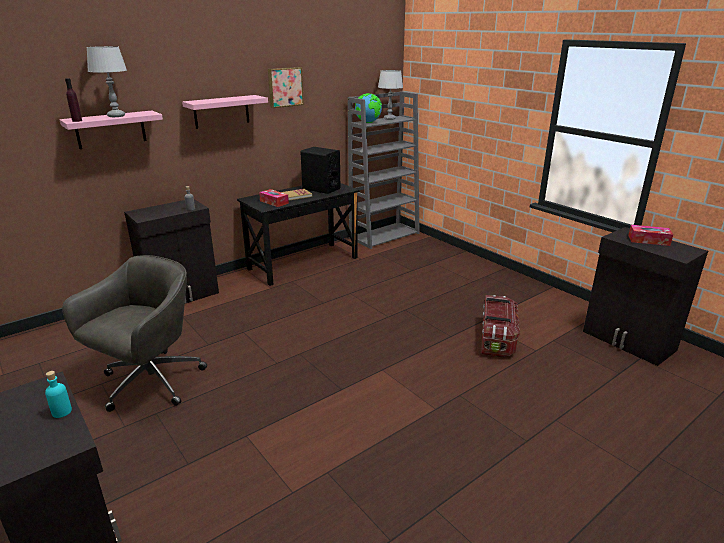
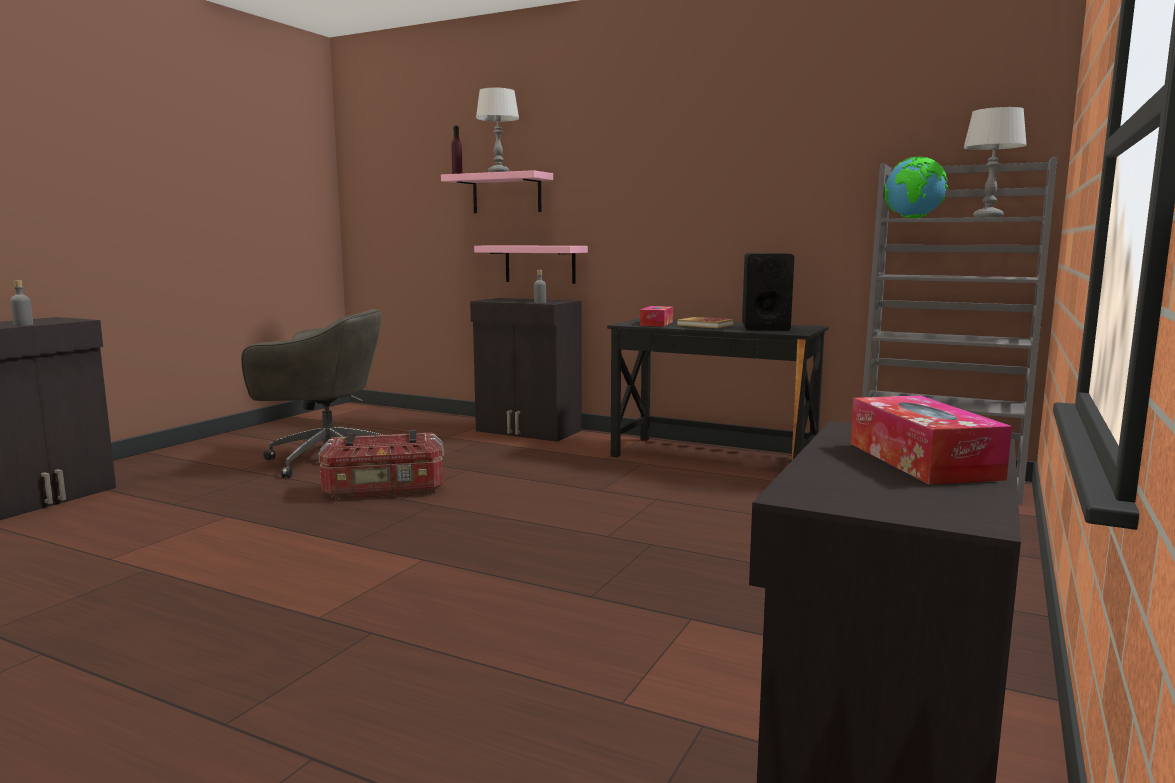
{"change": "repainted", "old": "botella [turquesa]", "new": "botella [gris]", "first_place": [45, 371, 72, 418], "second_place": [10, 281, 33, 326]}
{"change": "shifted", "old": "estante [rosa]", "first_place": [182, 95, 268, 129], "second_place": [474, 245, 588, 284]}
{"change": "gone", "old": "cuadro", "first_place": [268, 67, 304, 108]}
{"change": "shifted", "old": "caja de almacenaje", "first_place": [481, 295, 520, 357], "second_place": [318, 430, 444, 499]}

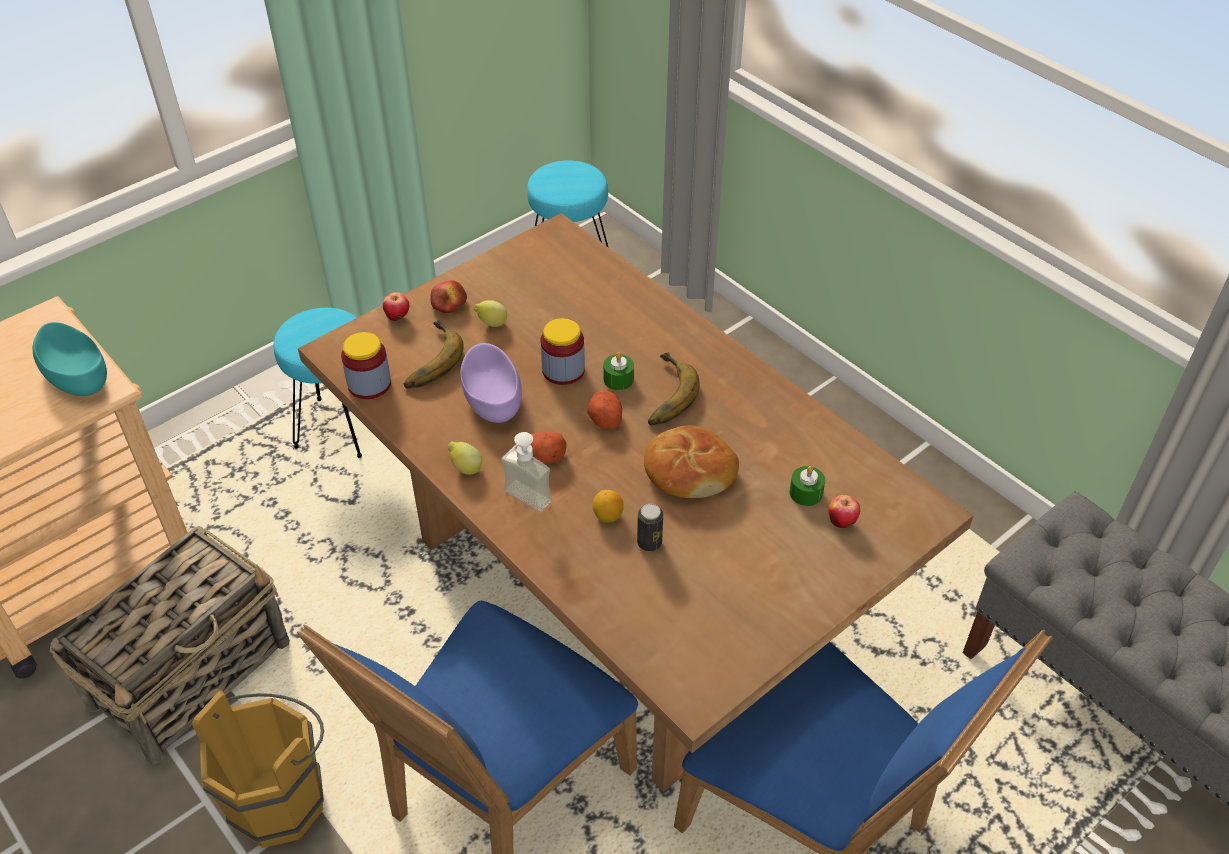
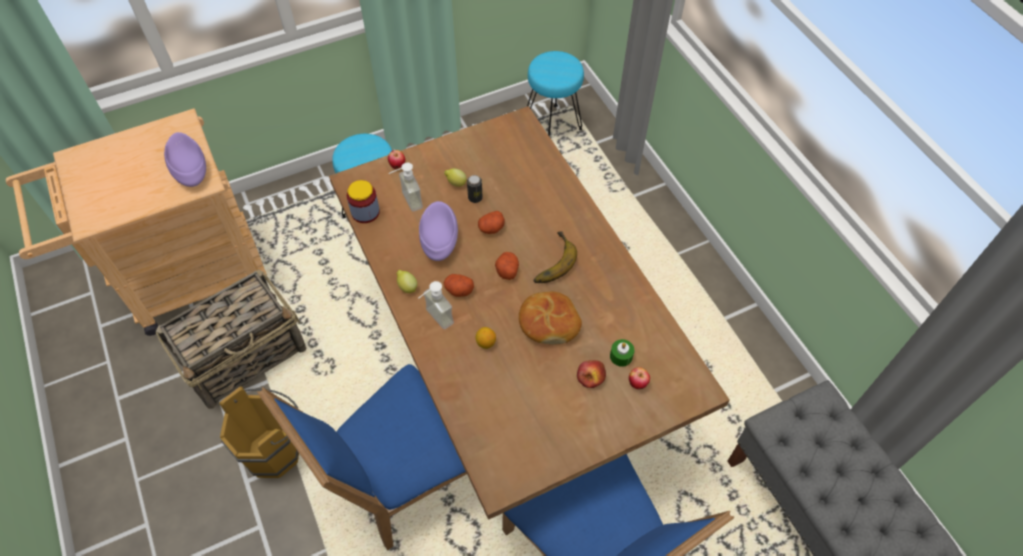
{"change": "repainted", "old": "cuenco [turquesa]", "new": "cuenco [morado]", "first_place": [33, 322, 107, 396], "second_place": [164, 132, 206, 187]}
{"change": "swapped", "old": "plátano", "new": "dispensador de jabón", "first_place": [404, 320, 464, 389], "second_place": [389, 162, 423, 212]}
{"change": "shifted", "old": "manzana", "first_place": [430, 280, 467, 313], "second_place": [577, 360, 606, 388]}
{"change": "swapped", "old": "tarro", "new": "patata", "first_place": [540, 318, 585, 385], "second_place": [478, 211, 505, 234]}
{"change": "gone", "old": "vela [verde]", "first_place": [603, 352, 634, 390]}
{"change": "shifted", "old": "lata", "first_place": [637, 504, 663, 551], "second_place": [467, 175, 483, 203]}

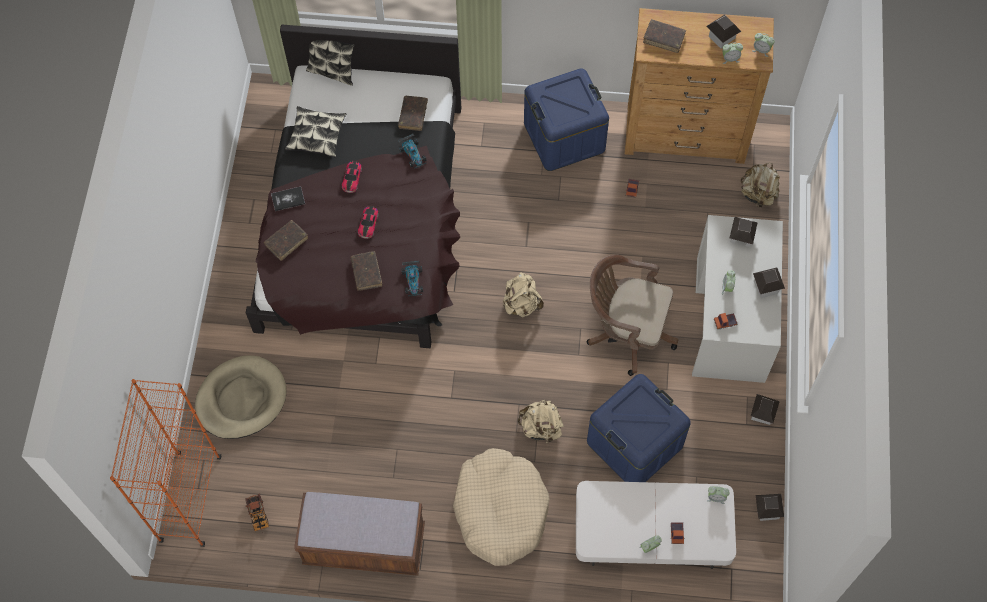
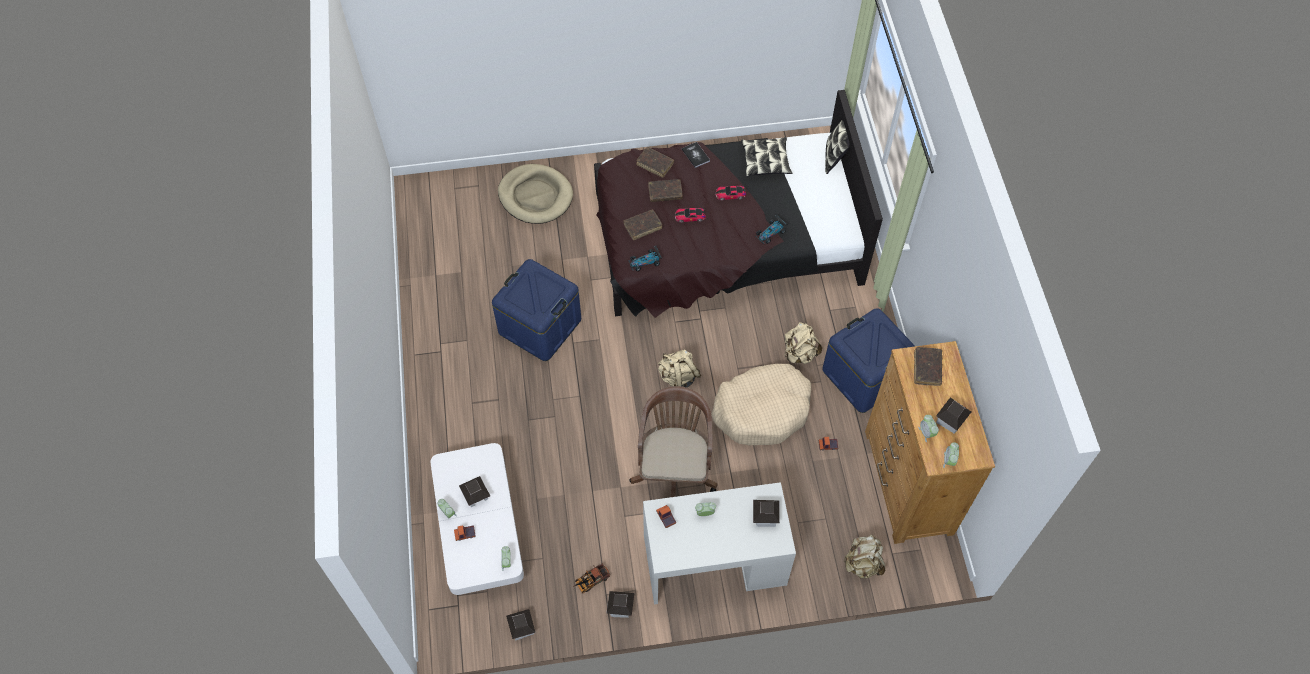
{"change": "gone", "old": "estantería [naranja]", "first_place": [110, 379, 221, 547]}
{"change": "shifted", "old": "camión de juguete", "first_place": [245, 494, 269, 533], "second_place": [574, 563, 610, 593]}
{"change": "gone", "old": "banco [marrón]", "first_place": [294, 492, 425, 576]}
{"change": "shifted", "old": "libro [marrón]", "first_place": [398, 96, 428, 131], "second_place": [648, 179, 683, 202]}
{"change": "shifted", "old": "cama para perro [beis]", "first_place": [453, 448, 550, 566], "second_place": [712, 364, 811, 445]}
{"change": "shifted", "old": "mochila [beis]", "first_place": [517, 400, 564, 443], "second_place": [785, 322, 822, 364]}
{"change": "shifted", "old": "caja de almacenaje [azul]", "first_place": [587, 374, 691, 482], "second_place": [492, 259, 581, 361]}
{"change": "shifted", "old": "casita", "first_place": [753, 267, 785, 298], "second_place": [459, 476, 490, 507]}

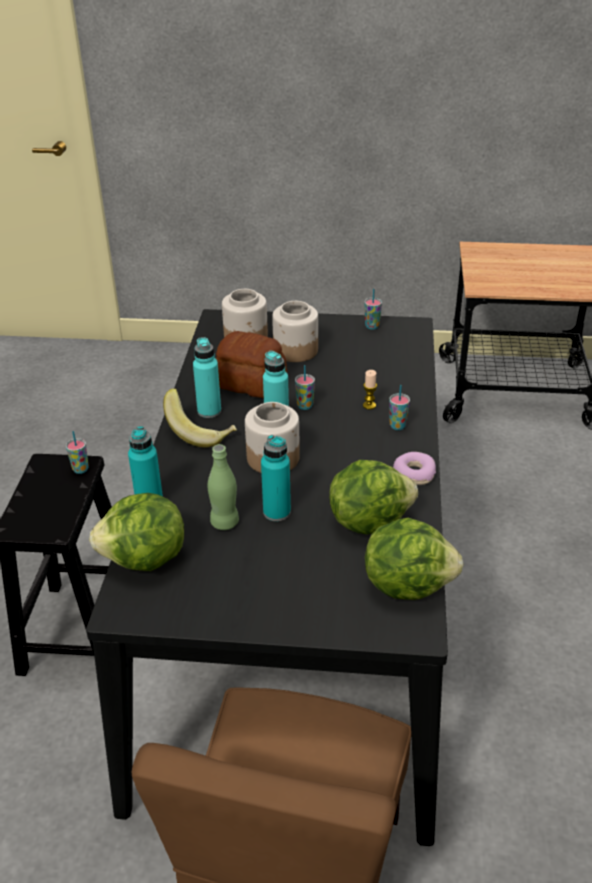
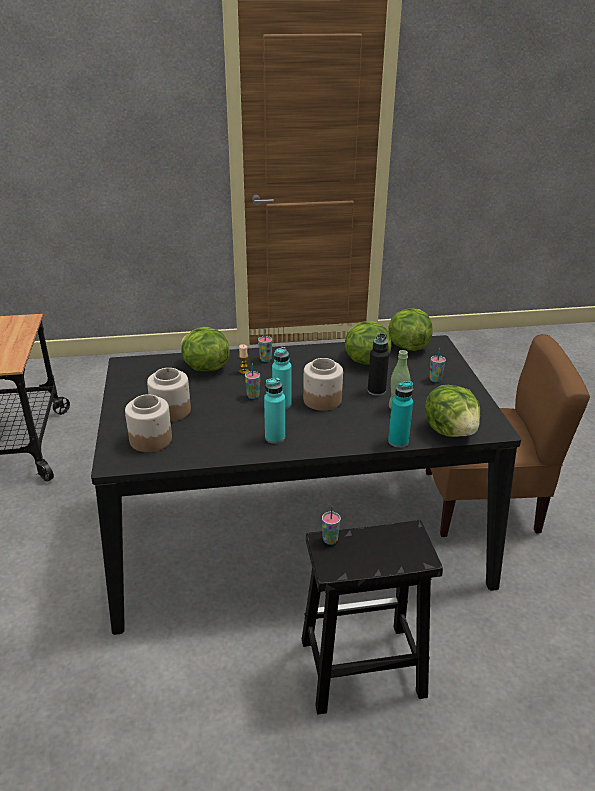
{"change": "gone", "old": "plátano", "first_place": [163, 388, 237, 448]}
{"change": "gone", "old": "pan", "first_place": [216, 331, 287, 398]}
{"change": "repainted", "old": "botella [turquesa]", "new": "botella [negro]", "first_place": [261, 435, 291, 521], "second_place": [368, 333, 389, 396]}
{"change": "shifted", "old": "taza", "first_place": [364, 289, 382, 330], "second_place": [430, 348, 446, 382]}
{"change": "gone", "old": "rosquilla", "first_place": [393, 452, 436, 485]}
{"change": "new", "new": "lechuga", "second_place": [181, 327, 230, 371]}

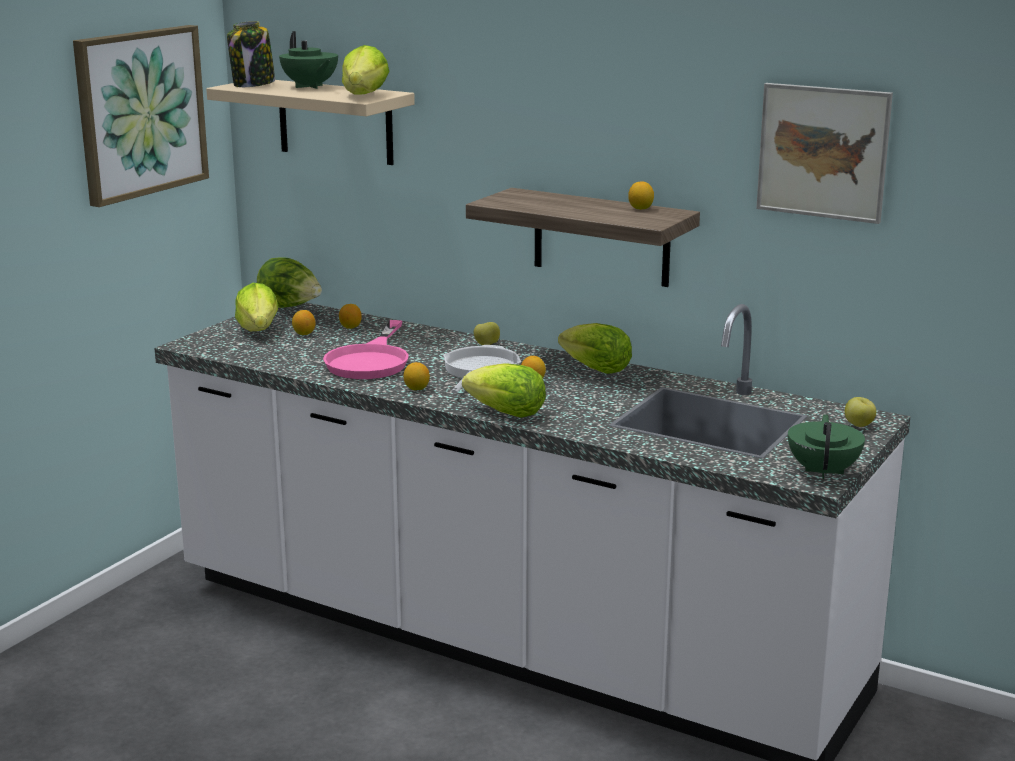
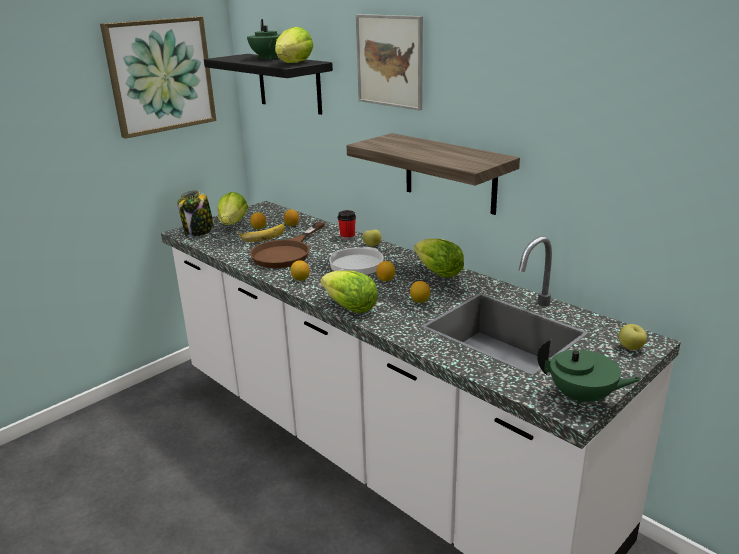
{"change": "repainted", "old": "estante [beis]", "new": "estante [negro]", "first_place": [206, 80, 415, 165], "second_place": [204, 54, 333, 115]}
{"change": "shifted", "old": "tarro", "first_place": [227, 21, 275, 87], "second_place": [177, 190, 215, 237]}
{"change": "gone", "old": "lechuga", "first_place": [257, 257, 322, 308]}
{"change": "repainted", "old": "sartén [rosa]", "new": "sartén [marrón]", "first_place": [323, 320, 409, 379], "second_place": [250, 222, 325, 268]}
{"change": "shifted", "old": "limón", "first_place": [628, 181, 654, 210], "second_place": [410, 281, 430, 303]}
{"change": "shifted", "old": "cuadro", "first_place": [756, 83, 893, 224], "second_place": [356, 14, 423, 111]}
{"change": "rotated", "old": "tetera [verde]", "first_place": [788, 414, 865, 479], "second_place": [537, 339, 642, 407], "degrees": 90}
{"change": "new", "new": "plátano", "second_place": [238, 224, 285, 242]}
{"change": "new", "new": "taza", "second_place": [338, 210, 356, 240]}

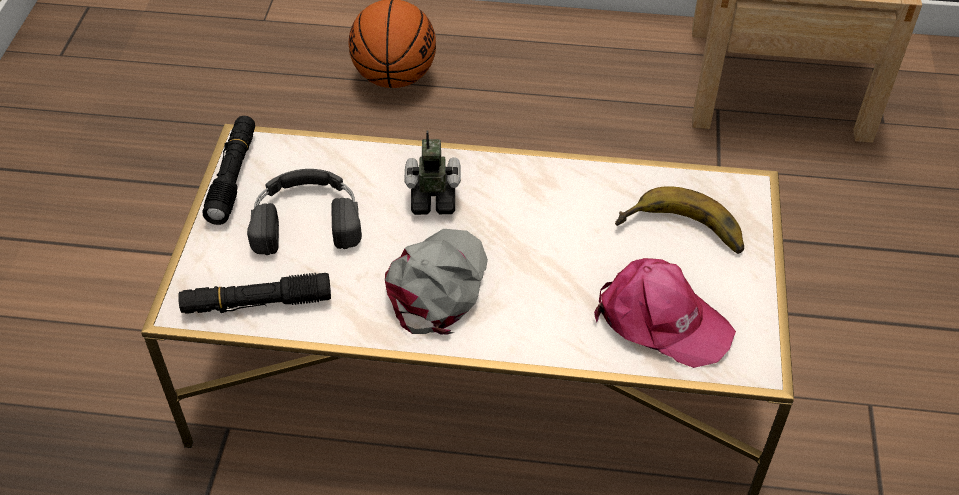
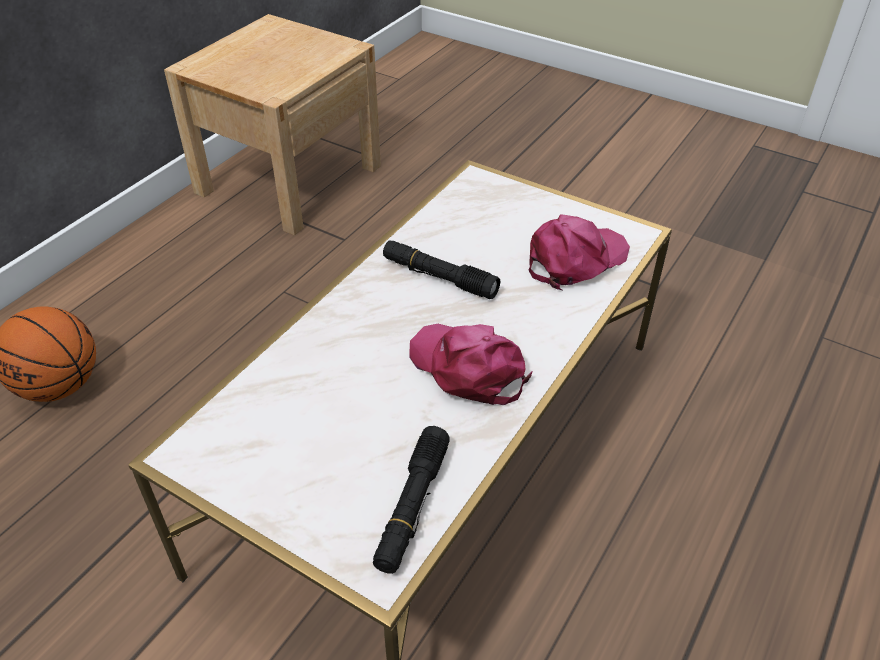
{"change": "shifted", "old": "linterna [negro]", "first_place": [202, 116, 255, 225], "second_place": [383, 241, 500, 299]}
{"change": "gone", "old": "auriculares [negro]", "first_place": [247, 169, 362, 255]}
{"change": "repainted", "old": "gorra [gris]", "new": "gorra [rosa]", "first_place": [385, 229, 488, 335], "second_place": [409, 324, 533, 405]}
{"change": "gone", "old": "robot de juguete", "first_place": [404, 130, 461, 215]}
{"change": "gone", "old": "plátano", "first_place": [615, 187, 744, 254]}

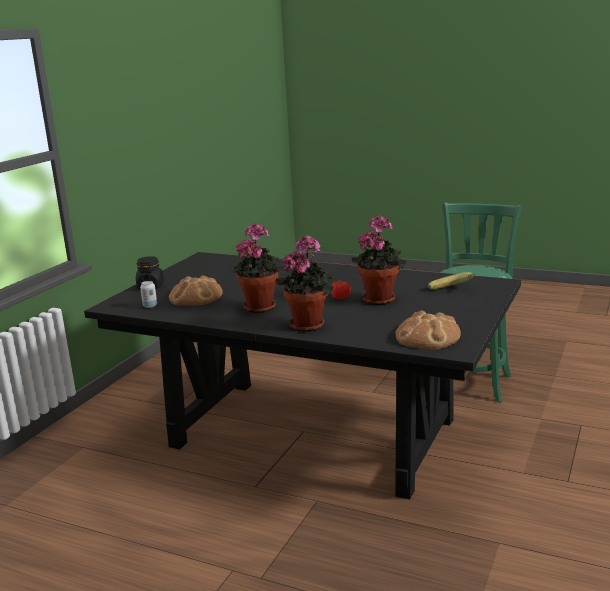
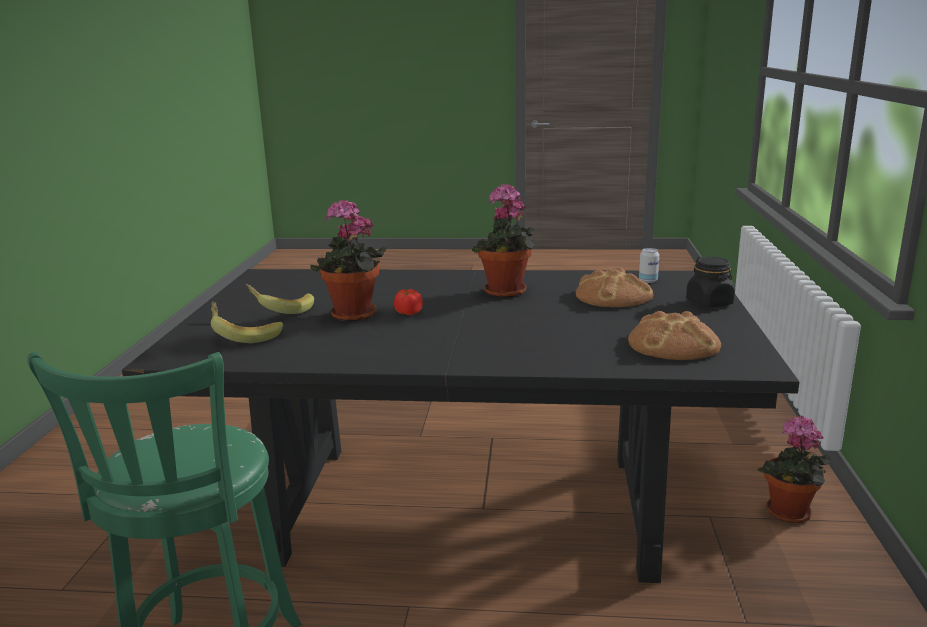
{"change": "shifted", "old": "planta en maceta", "first_place": [275, 235, 333, 331], "second_place": [757, 416, 830, 523]}
{"change": "shifted", "old": "pan", "first_place": [395, 310, 461, 349], "second_place": [628, 311, 721, 360]}
{"change": "new", "new": "plátano", "second_place": [246, 284, 314, 314]}

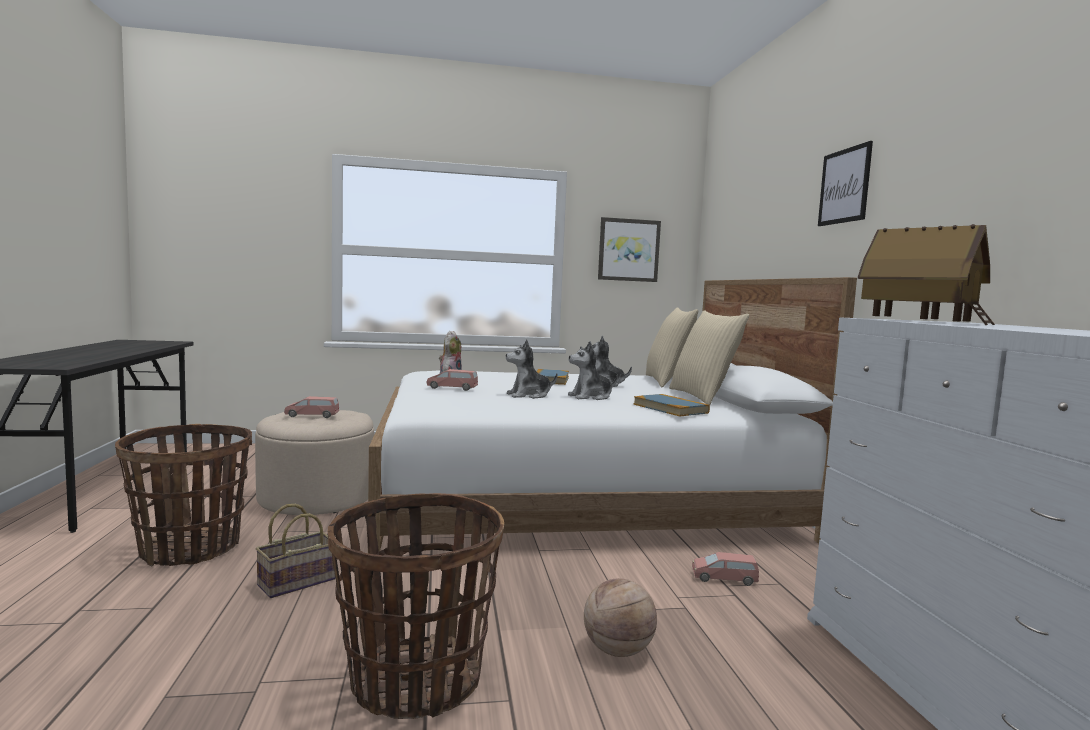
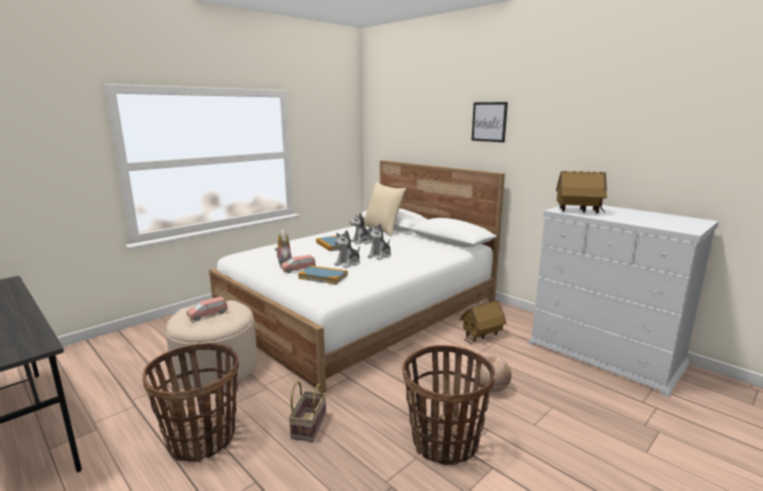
{"change": "gone", "old": "cuadro", "first_place": [598, 217, 661, 282]}
{"change": "shifted", "old": "libro", "first_place": [634, 394, 710, 416], "second_place": [298, 265, 348, 284]}
{"change": "gone", "old": "cojín [beis]", "first_place": [669, 310, 749, 405]}
{"change": "swapped", "old": "coche de juguete [rosa]", "new": "casita", "first_place": [692, 552, 759, 586], "second_place": [460, 301, 506, 345]}

